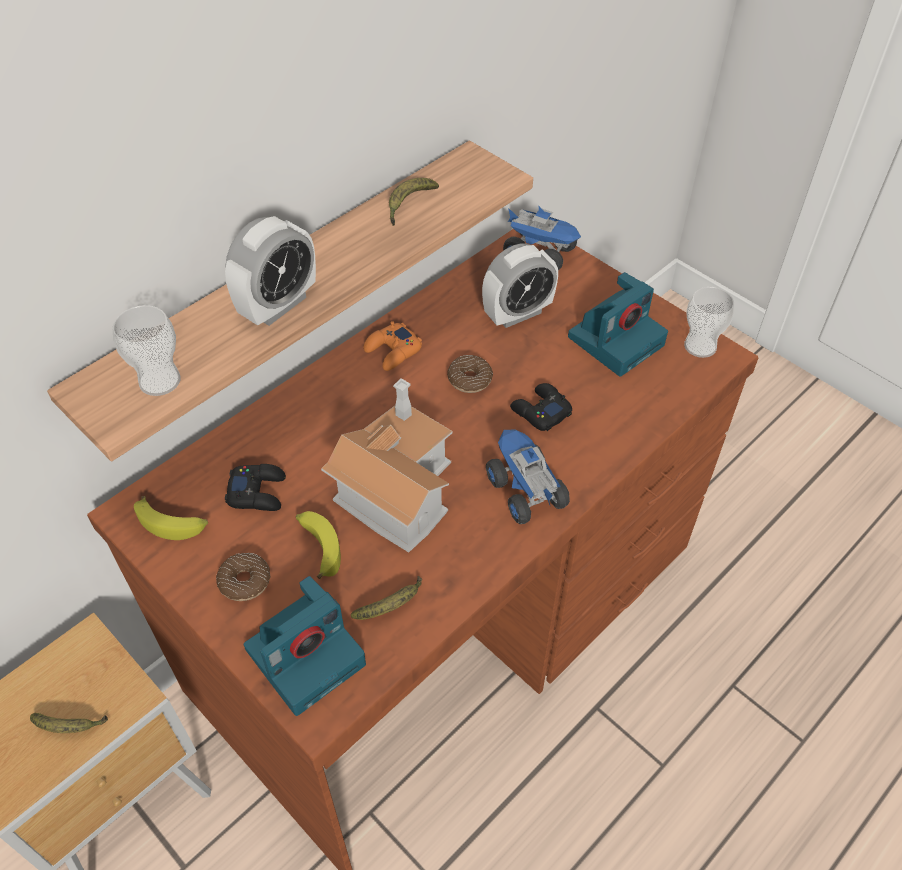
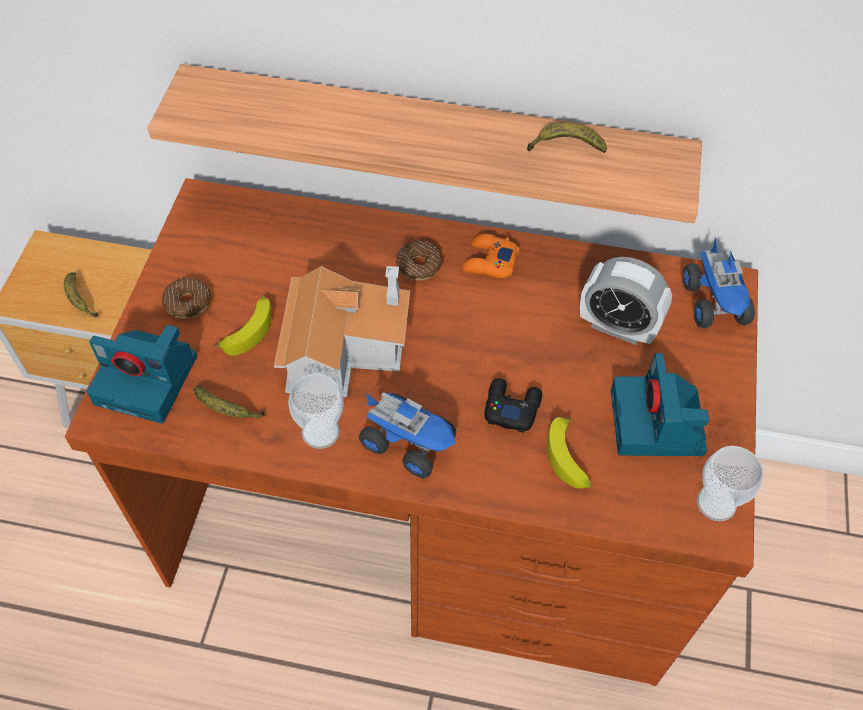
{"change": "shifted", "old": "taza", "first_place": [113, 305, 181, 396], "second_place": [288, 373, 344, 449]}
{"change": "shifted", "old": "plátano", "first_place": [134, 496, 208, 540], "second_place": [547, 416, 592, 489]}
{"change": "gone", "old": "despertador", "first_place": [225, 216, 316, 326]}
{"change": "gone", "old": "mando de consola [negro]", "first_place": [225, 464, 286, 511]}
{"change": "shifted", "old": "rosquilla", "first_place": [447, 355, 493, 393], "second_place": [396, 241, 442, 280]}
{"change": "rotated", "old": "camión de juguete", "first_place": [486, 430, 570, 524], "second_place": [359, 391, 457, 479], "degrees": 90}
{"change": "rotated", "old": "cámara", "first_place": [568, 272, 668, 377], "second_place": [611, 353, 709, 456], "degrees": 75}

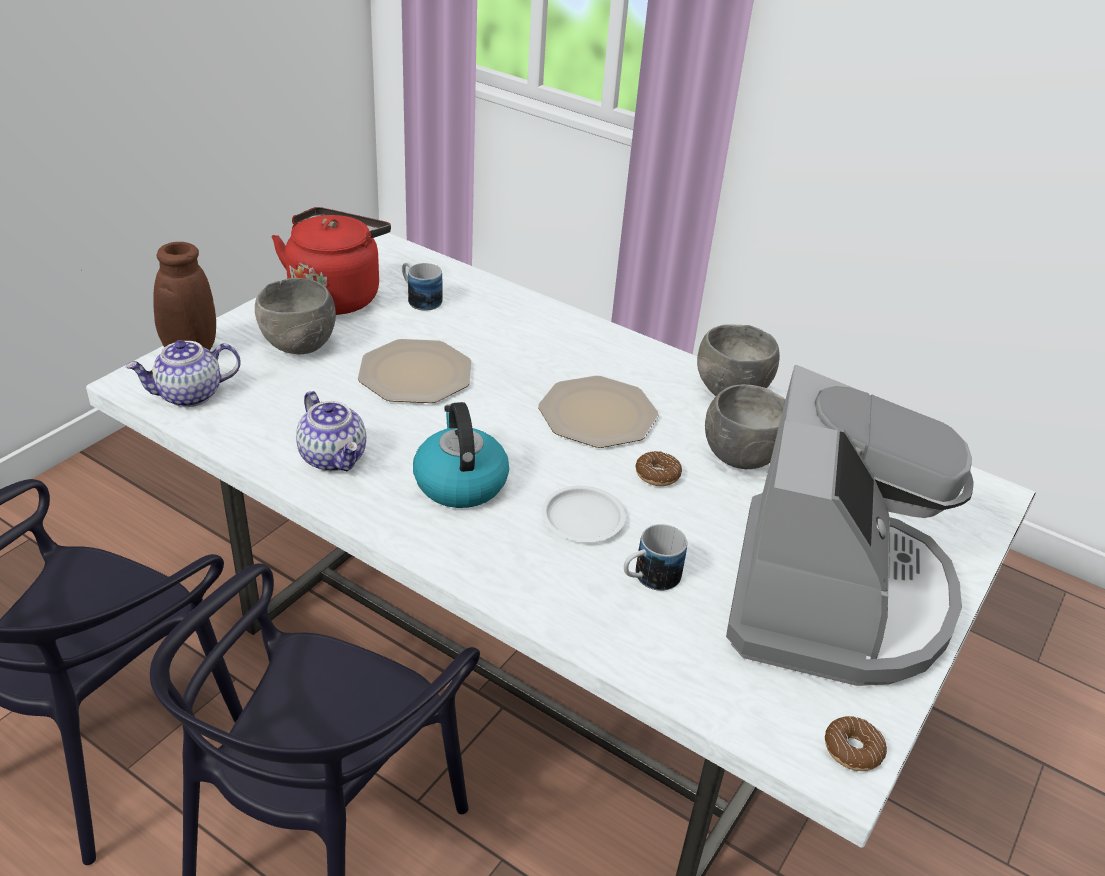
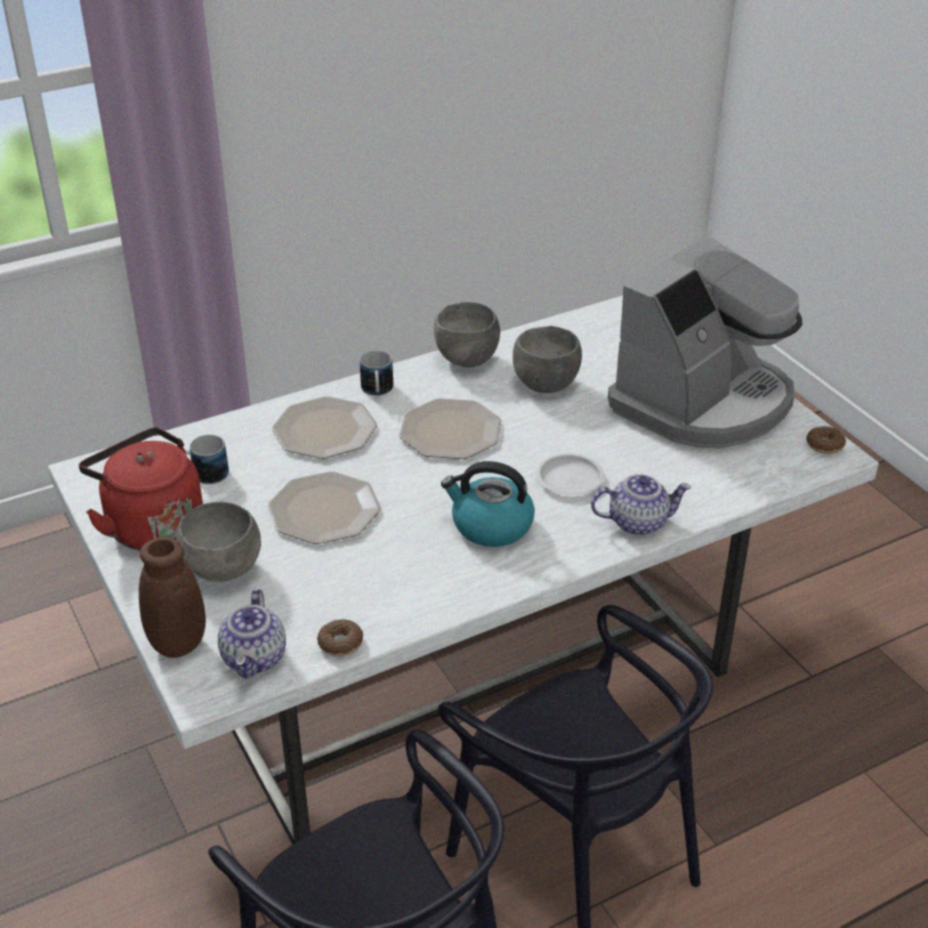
{"change": "shifted", "old": "tetera", "first_place": [296, 391, 366, 471], "second_place": [591, 474, 691, 536]}
{"change": "shifted", "old": "taza grande", "first_place": [624, 524, 687, 591], "second_place": [360, 351, 393, 396]}
{"change": "shifted", "old": "rosquilla", "first_place": [635, 451, 682, 486], "second_place": [317, 619, 363, 656]}
{"change": "rotated", "old": "cafetera", "first_place": [726, 365, 974, 686], "second_place": [608, 235, 802, 448], "degrees": 90}
{"change": "new", "new": "plato", "second_place": [272, 396, 377, 459]}

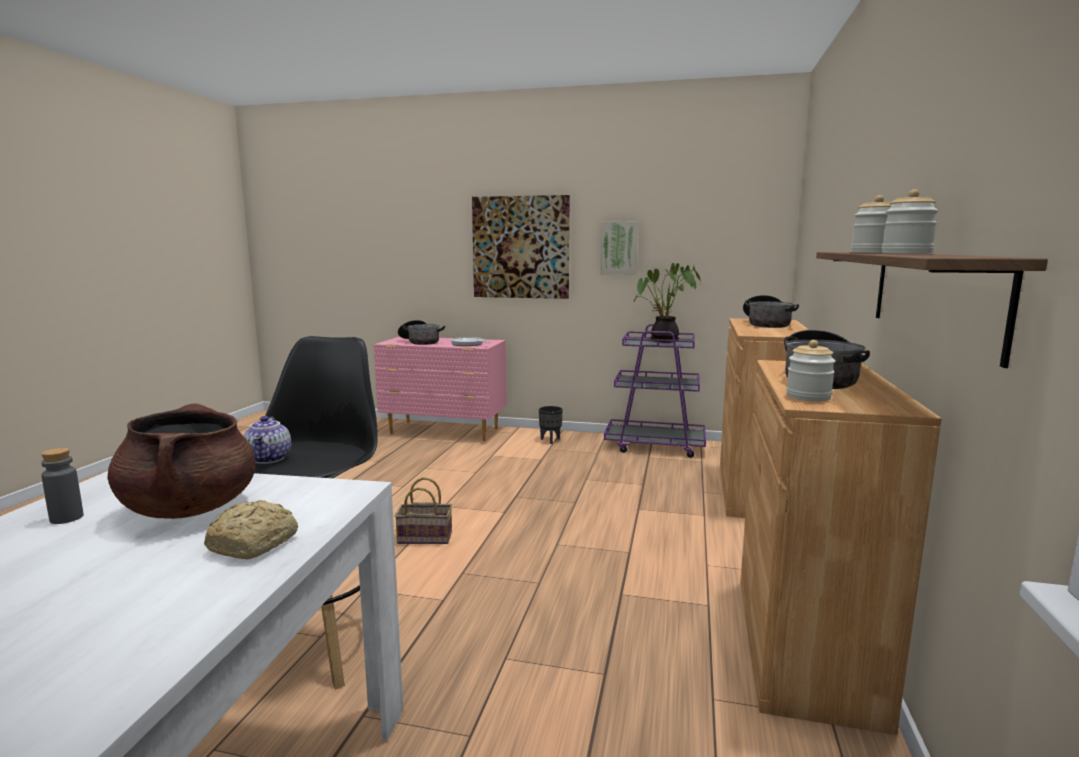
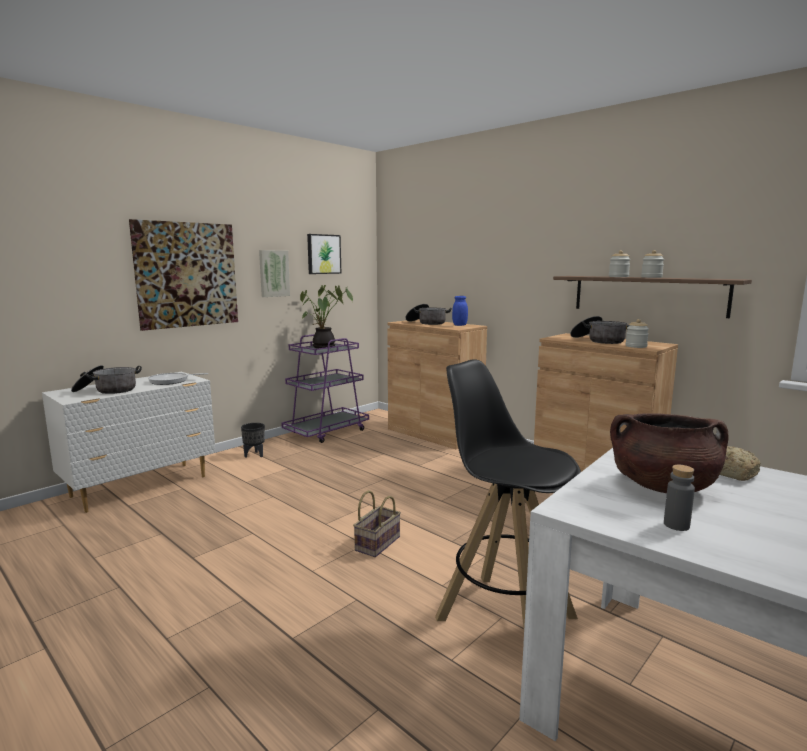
{"change": "gone", "old": "tetera", "first_place": [243, 416, 291, 464]}
{"change": "repainted", "old": "cómoda [rosa]", "new": "cómoda [blanco]", "first_place": [374, 336, 506, 441], "second_place": [42, 372, 216, 513]}
{"change": "new", "new": "cuadro", "second_place": [307, 234, 341, 274]}
{"change": "new", "new": "tarro [azul]", "second_place": [452, 296, 468, 326]}

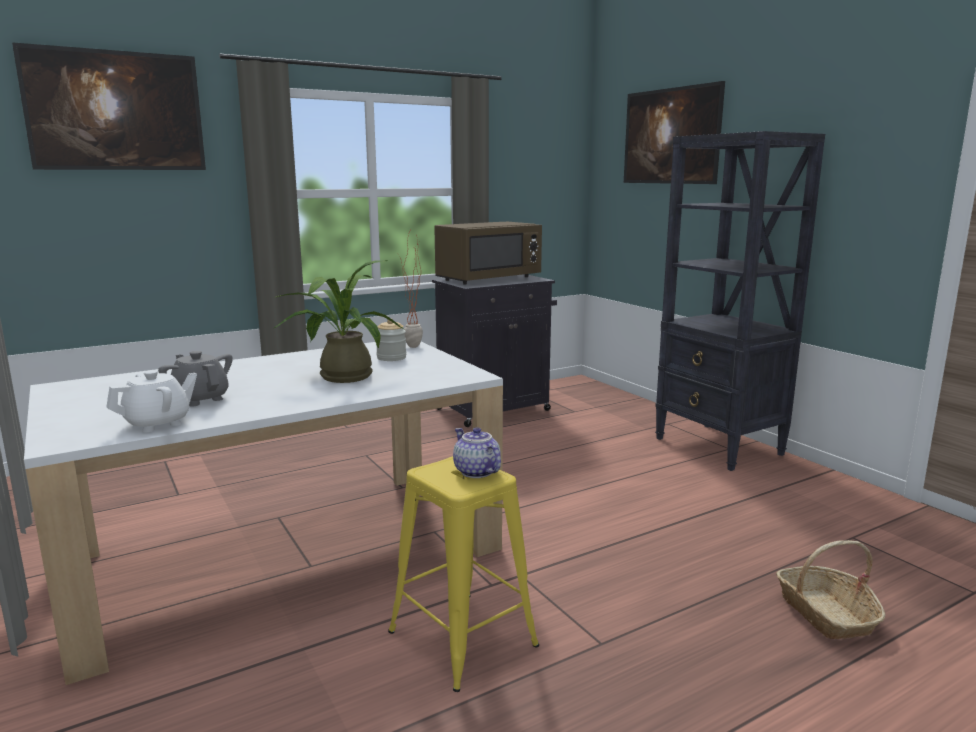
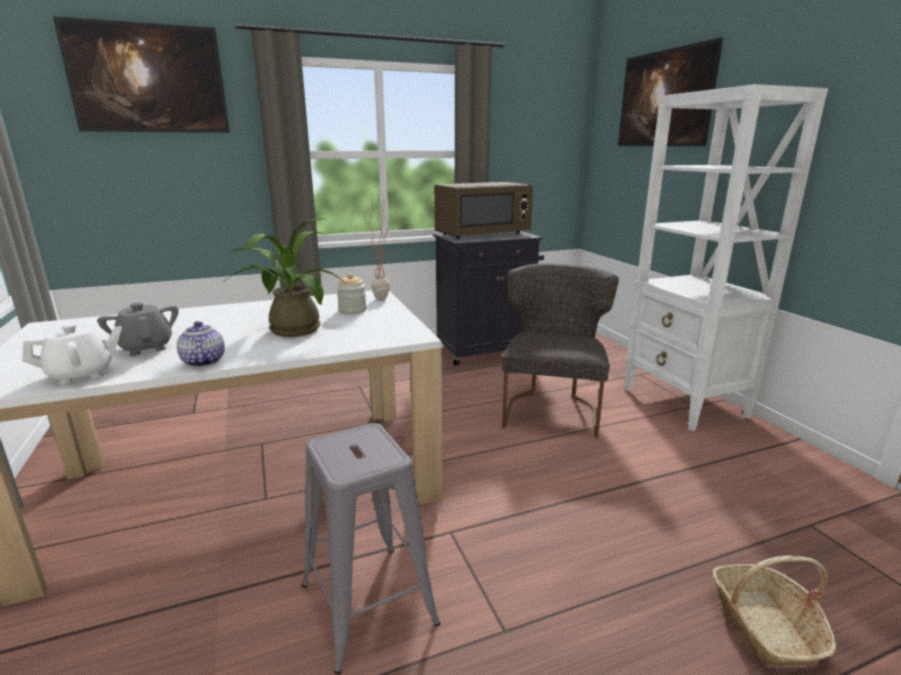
{"change": "repainted", "old": "taburete [amarillo]", "new": "taburete [gris]", "first_place": [388, 456, 539, 692], "second_place": [302, 423, 440, 674]}
{"change": "shifted", "old": "tetera", "first_place": [453, 427, 501, 478], "second_place": [177, 321, 225, 367]}
{"change": "repainted", "old": "estantería [negro]", "new": "estantería [blanco]", "first_place": [655, 131, 825, 471], "second_place": [625, 84, 828, 431]}
{"change": "new", "new": "silla [gris]", "second_place": [502, 264, 619, 439]}

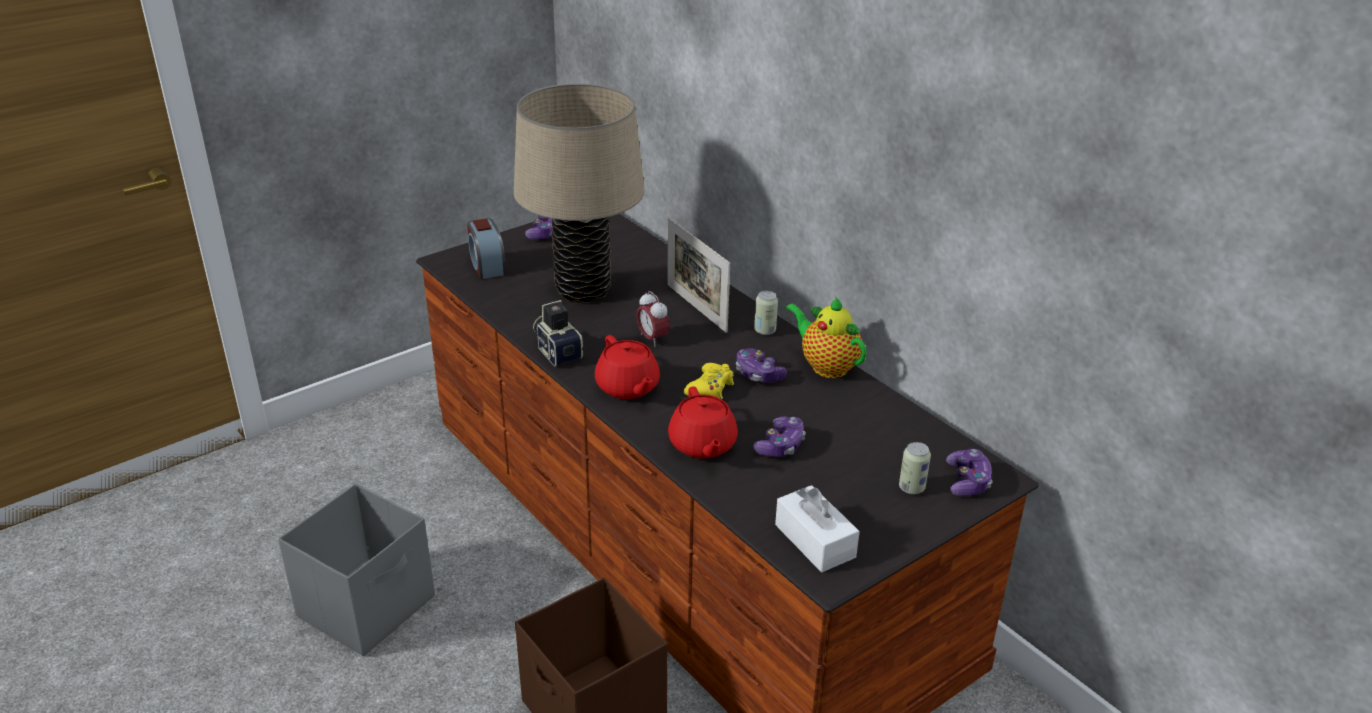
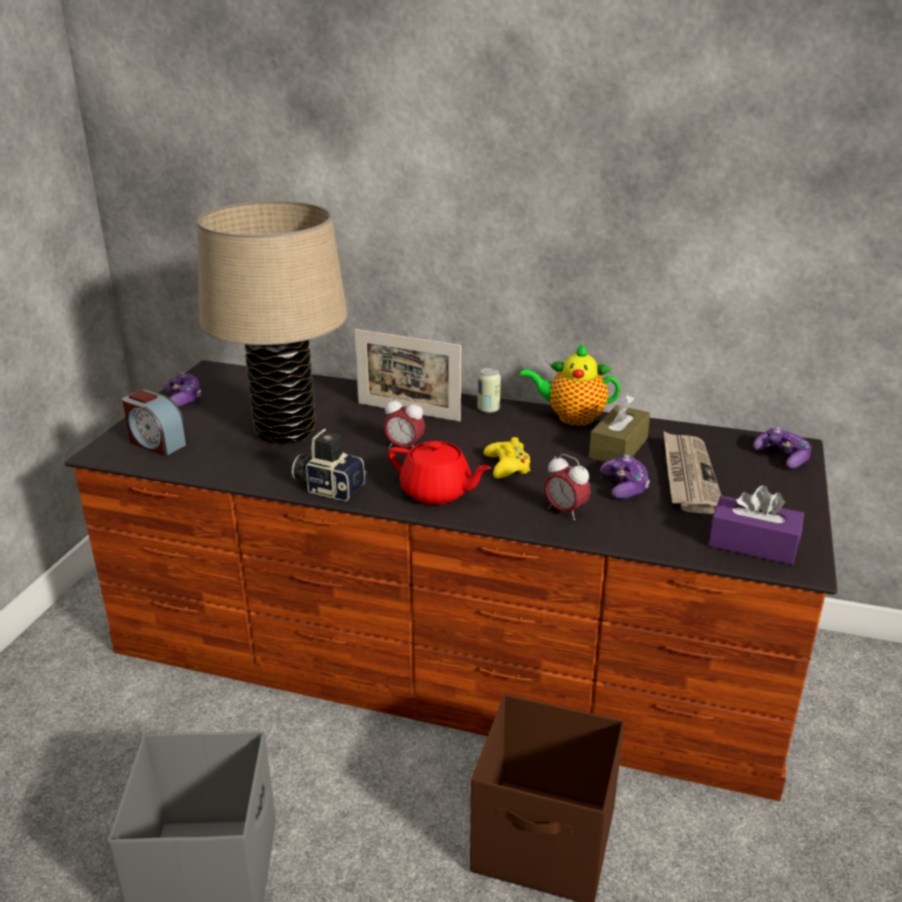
{"change": "swapped", "old": "tetera [rojo]", "new": "despertador", "first_place": [668, 386, 738, 459], "second_place": [544, 454, 591, 520]}
{"change": "gone", "old": "mando de consola", "first_place": [736, 348, 787, 383]}
{"change": "repainted", "old": "caja de pañuelos [blanco]", "new": "caja de pañuelos [morado]", "first_place": [775, 485, 860, 572], "second_place": [708, 485, 804, 565]}
{"change": "gone", "old": "lata", "first_place": [899, 442, 931, 494]}
{"change": "new", "new": "caja de pañuelos [marrón]", "second_place": [589, 395, 650, 462]}
{"change": "new", "new": "periódico", "second_place": [664, 431, 721, 514]}

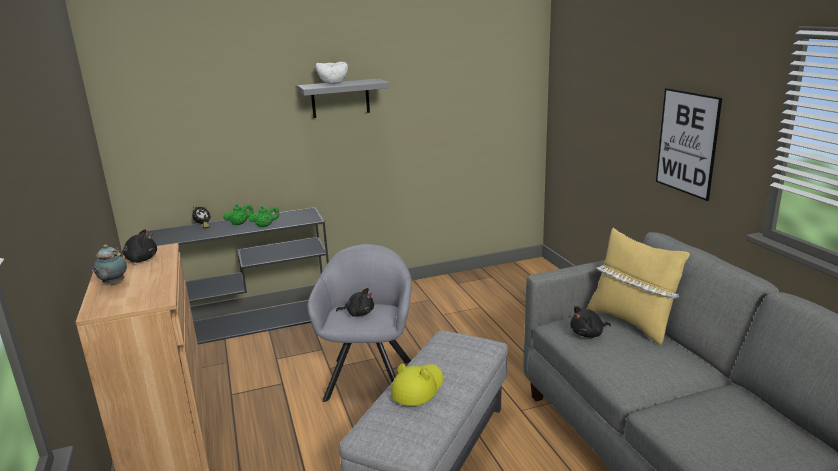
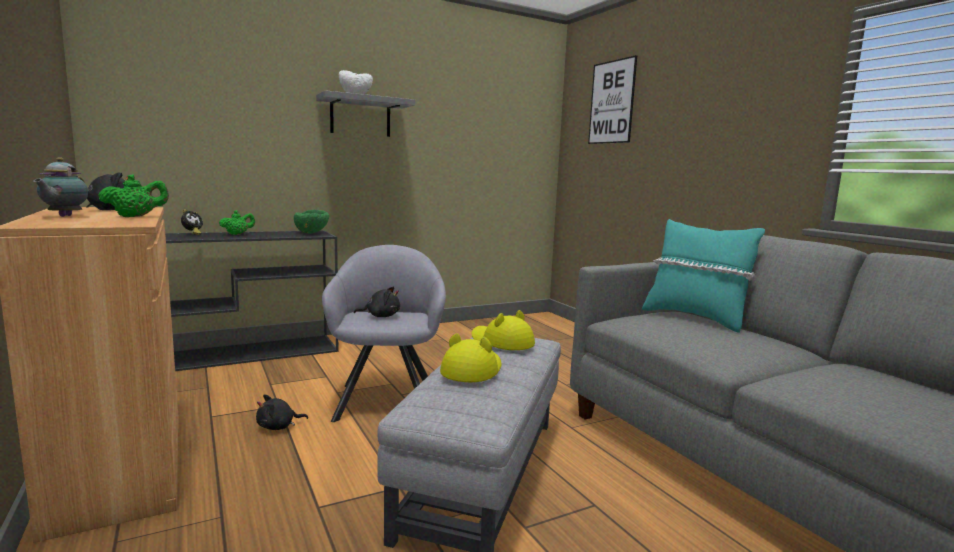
{"change": "shifted", "old": "tetera [verde]", "first_place": [248, 206, 279, 228], "second_place": [98, 174, 169, 217]}
{"change": "shifted", "old": "peluche [negro]", "first_place": [570, 306, 611, 338], "second_place": [256, 394, 308, 430]}
{"change": "repainted", "old": "cojín [amarillo]", "new": "cojín [turquesa]", "first_place": [587, 228, 690, 345], "second_place": [642, 219, 765, 333]}
{"change": "shifted", "old": "cuadro", "first_place": [656, 88, 722, 201], "second_place": [588, 55, 637, 144]}
{"change": "new", "new": "cuenco [verde]", "second_place": [294, 210, 329, 234]}
{"change": "new", "new": "sombrero [amarillo]", "second_place": [471, 310, 535, 350]}

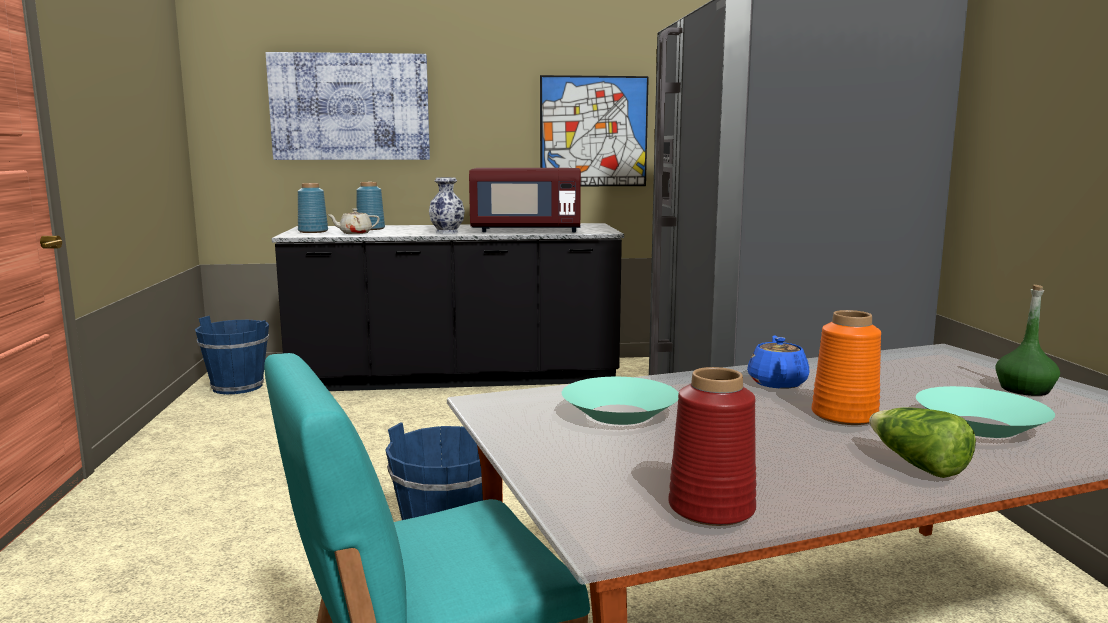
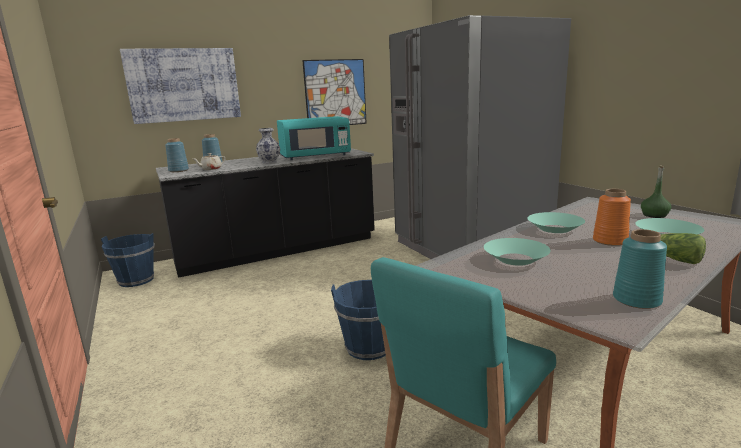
{"change": "repainted", "old": "microondas [rojo]", "new": "microondas [turquesa]", "first_place": [469, 168, 581, 232], "second_place": [277, 116, 351, 160]}
{"change": "repainted", "old": "florero [rojo]", "new": "florero [turquesa]", "first_place": [668, 367, 756, 526], "second_place": [613, 229, 667, 309]}
{"change": "swapped", "old": "tetera [azul]", "new": "cuenco [turquesa]", "first_place": [747, 335, 810, 389], "second_place": [527, 212, 585, 233]}

